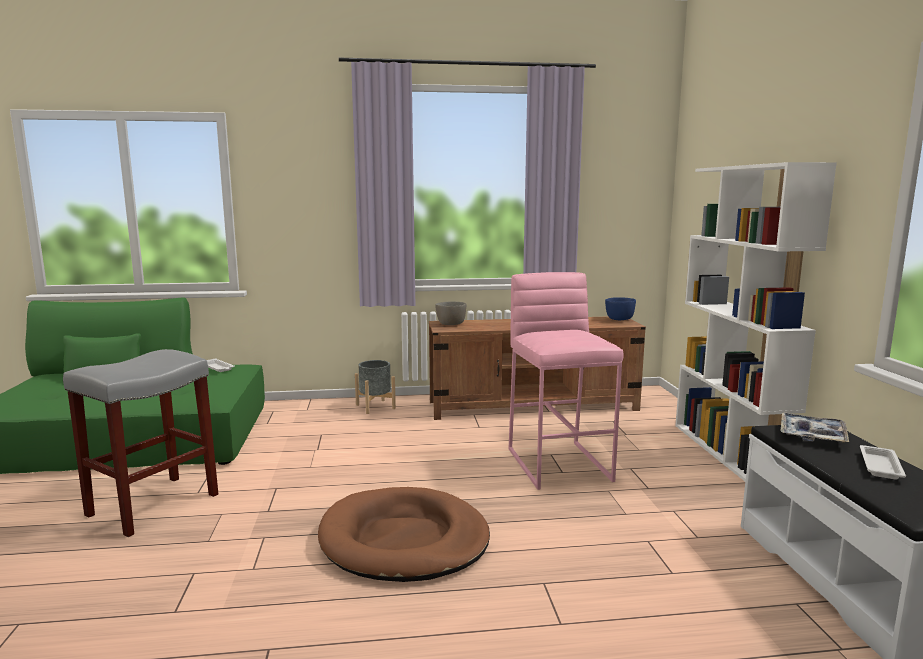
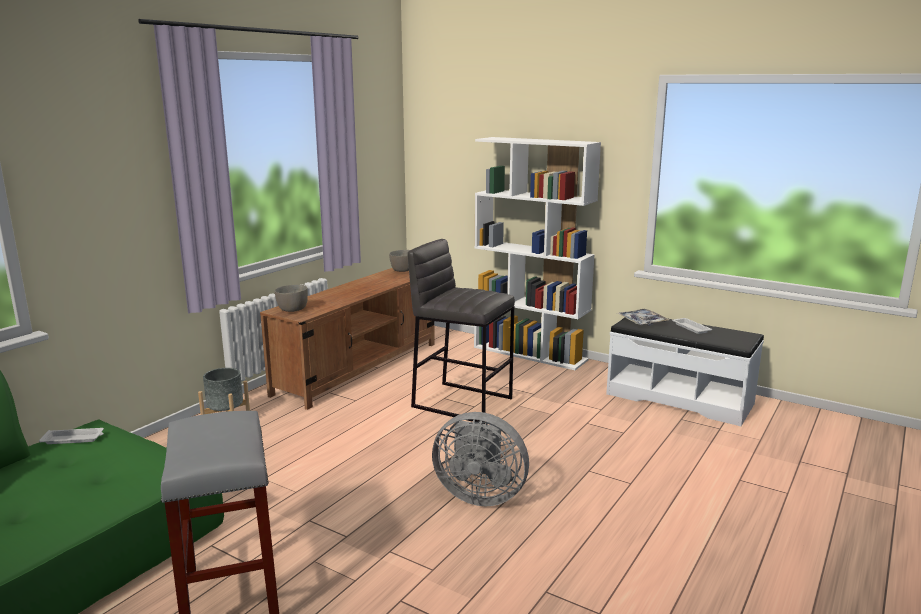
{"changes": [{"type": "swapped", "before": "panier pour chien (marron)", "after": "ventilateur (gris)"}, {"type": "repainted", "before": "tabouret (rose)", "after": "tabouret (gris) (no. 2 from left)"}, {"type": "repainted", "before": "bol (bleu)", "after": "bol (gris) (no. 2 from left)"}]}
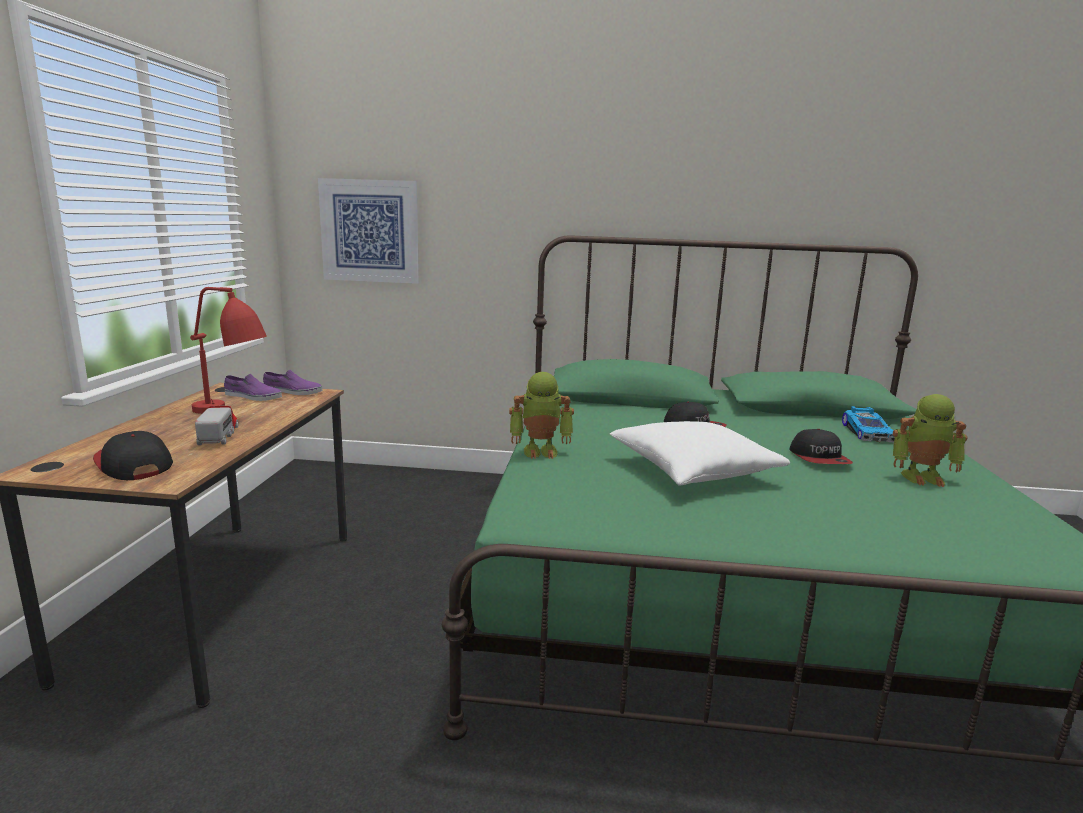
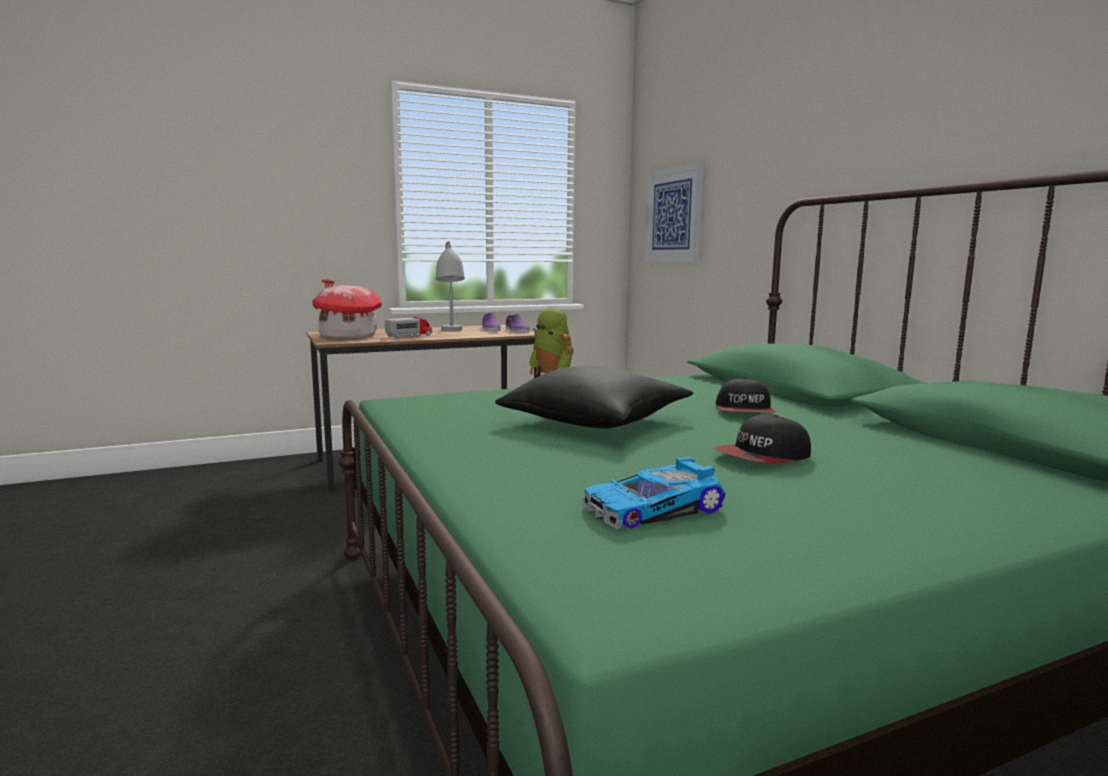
{"changes": [{"type": "gone", "before": "robot jouet (no. 2 from left)"}, {"type": "shifted", "before": "petite voiture"}, {"type": "swapped", "before": "casquette (no. 1 from left)", "after": "maison miniature"}, {"type": "repainted", "before": "lampe de table (rouge)", "after": "lampe de table (gris)"}, {"type": "repainted", "before": "coussin (blanc)", "after": "coussin (noir)"}]}
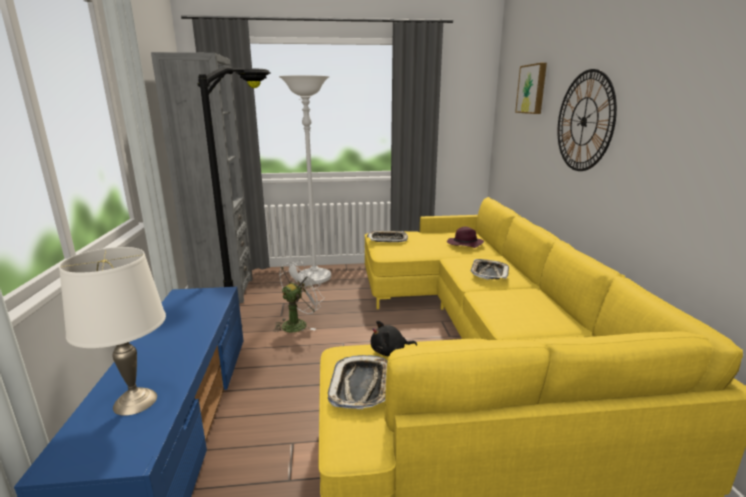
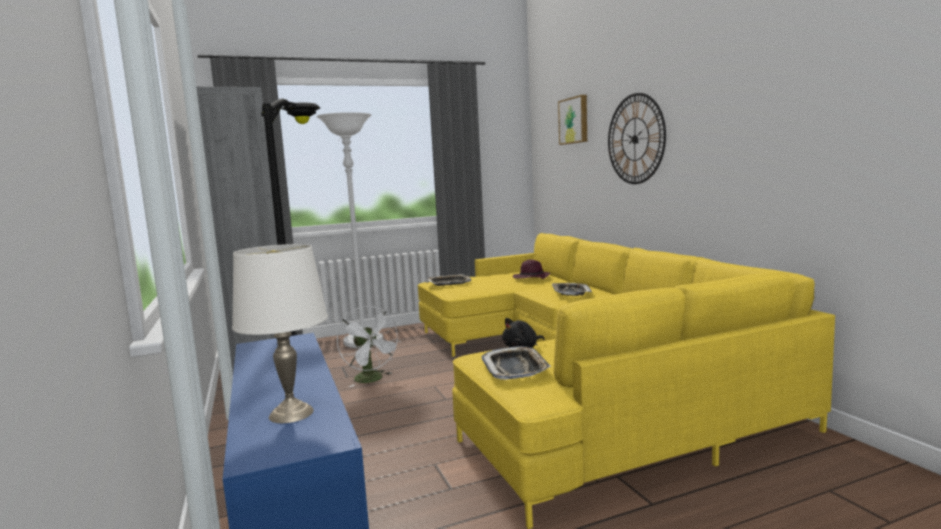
{"changes": [{"type": "rotated", "before": "ventilateur (blanc)", "turn": 120}]}
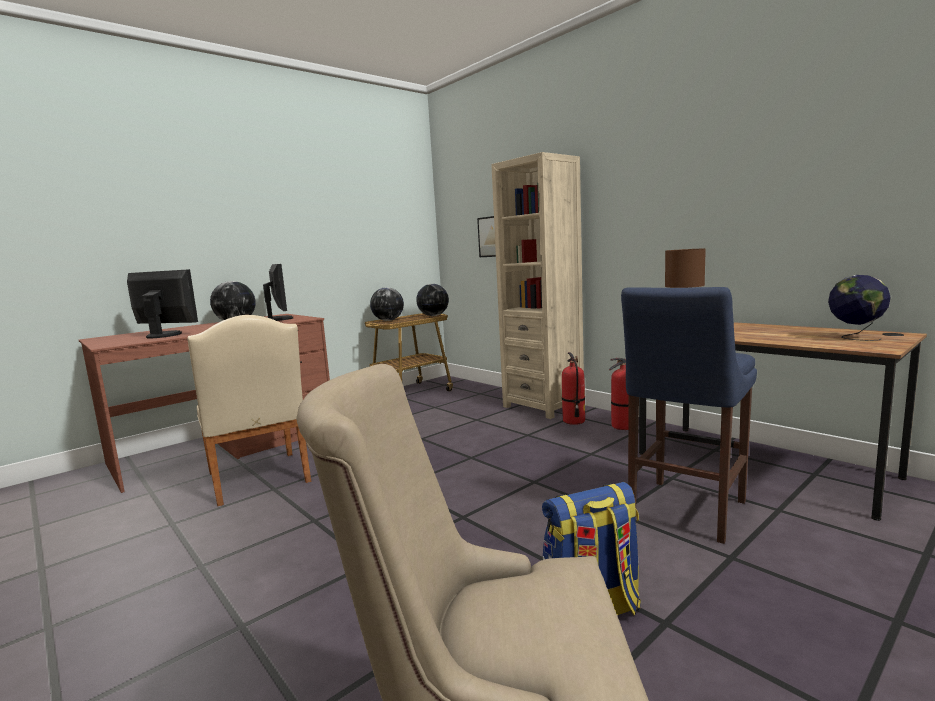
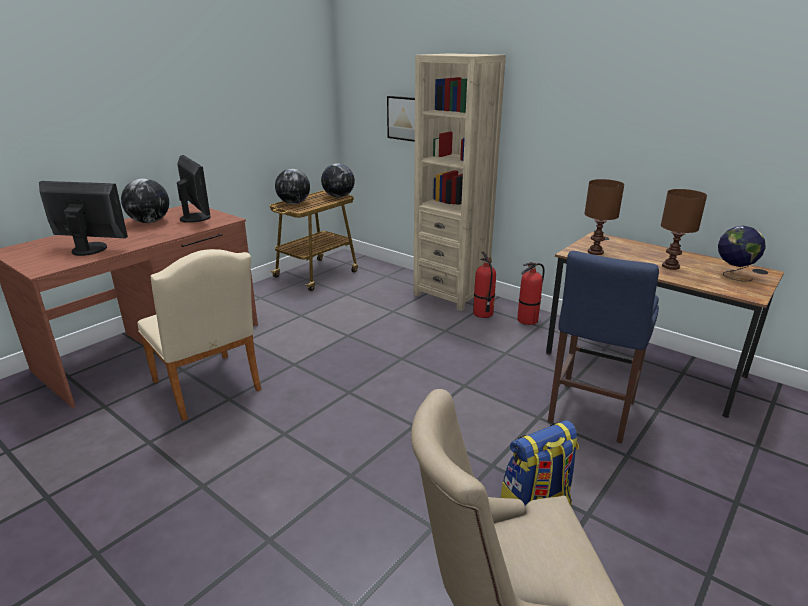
{"changes": [{"type": "new", "after": "lampe de table (marron) (no. 2 from left)"}]}
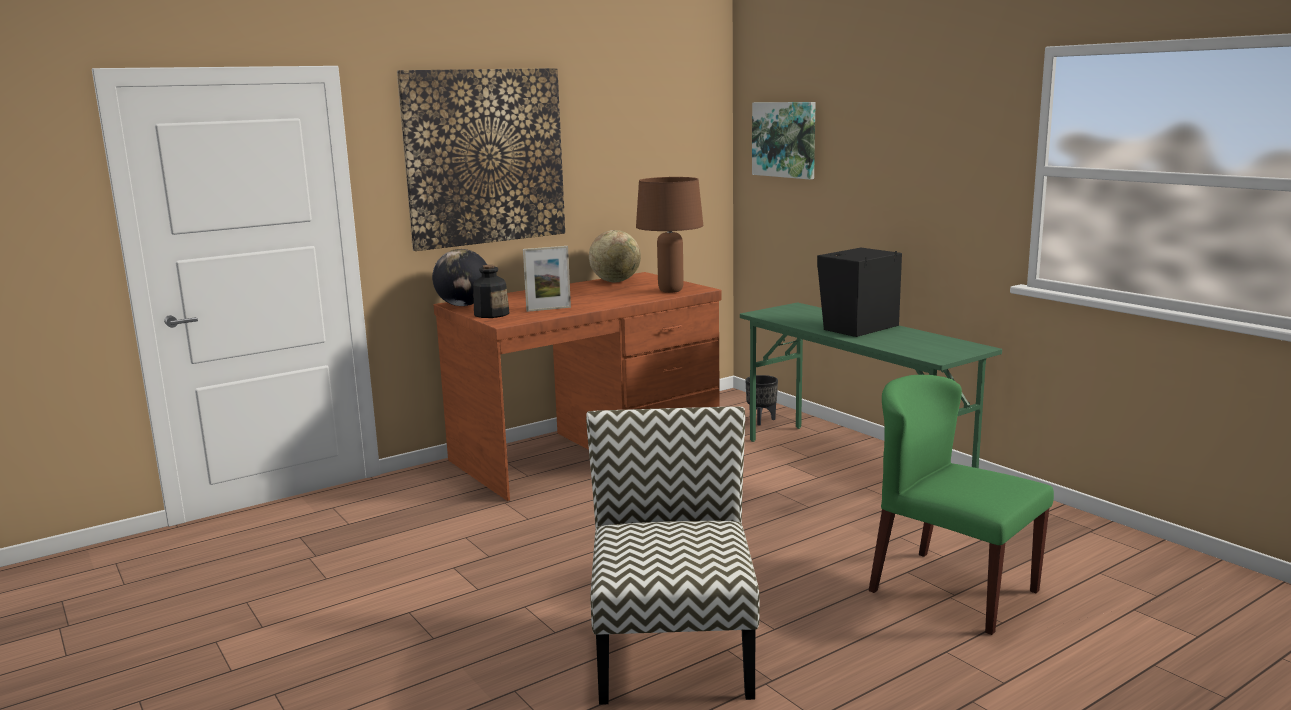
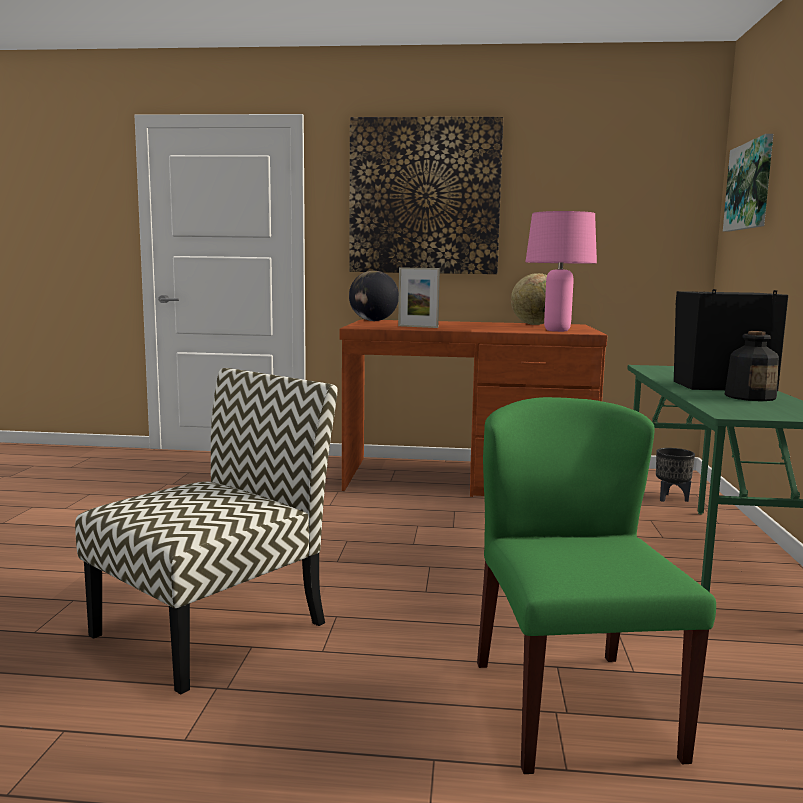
{"changes": [{"type": "shifted", "before": "bouteille"}, {"type": "repainted", "before": "lampe de table (marron)", "after": "lampe de table (rose)"}]}
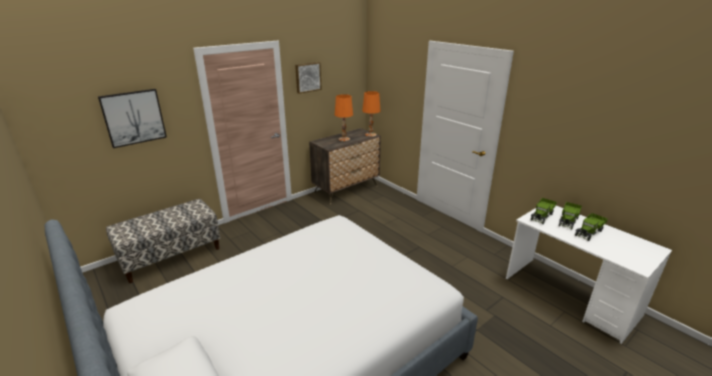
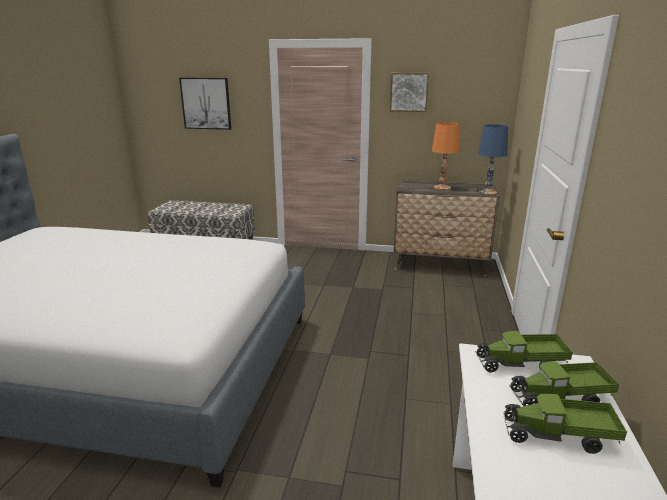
{"changes": [{"type": "repainted", "before": "lampe de table (orange) (no. 2 from left)", "after": "lampe de table (bleu)"}]}
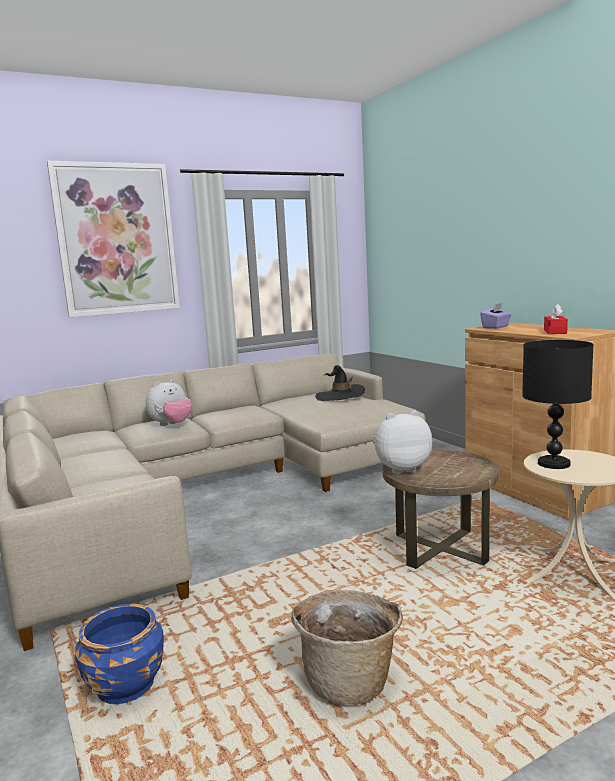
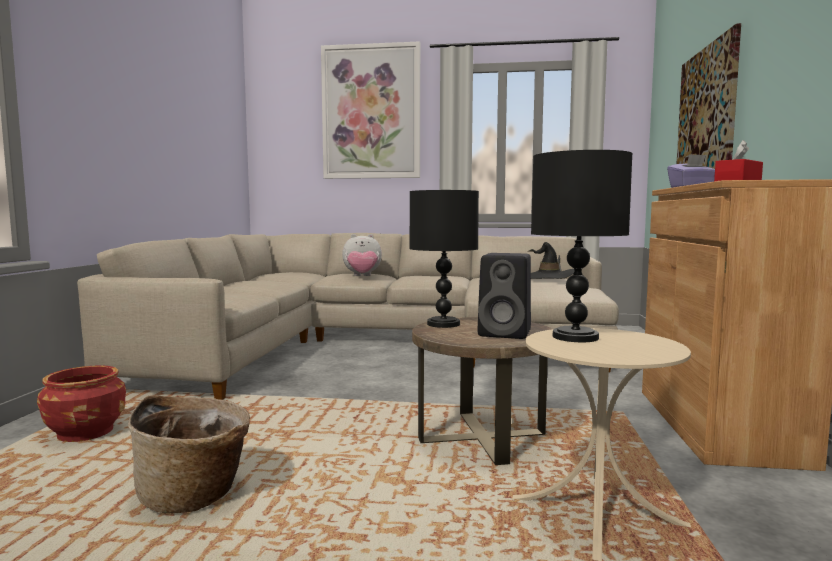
{"changes": [{"type": "new", "after": "enceinte (noir)"}, {"type": "new", "after": "tableau (no. 2 from left)"}, {"type": "swapped", "before": "peluche (no. 2 from left)", "after": "lampe de table (noir) (no. 1 from left)"}, {"type": "repainted", "before": "cache-pot (bleu)", "after": "cache-pot (rouge)"}]}
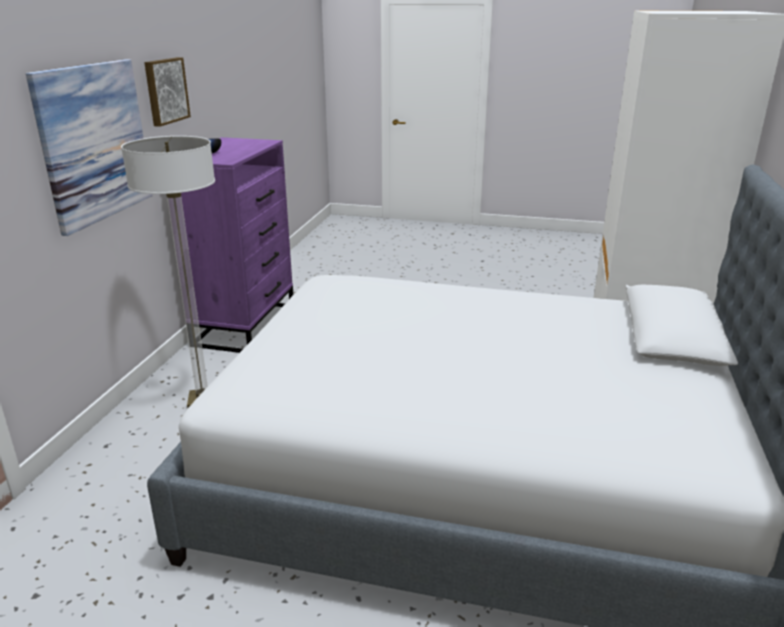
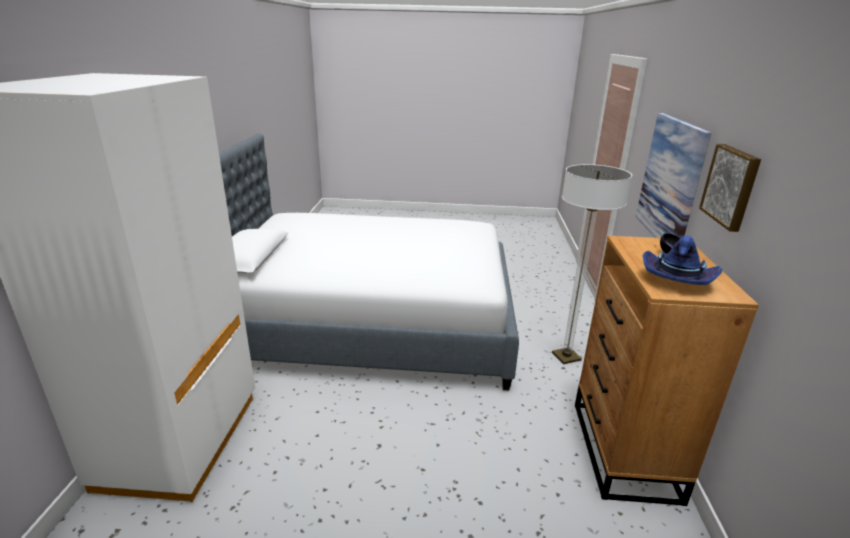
{"changes": [{"type": "new", "after": "chapeau (bleu)"}, {"type": "repainted", "before": "commode (violet)", "after": "commode (marron)"}]}
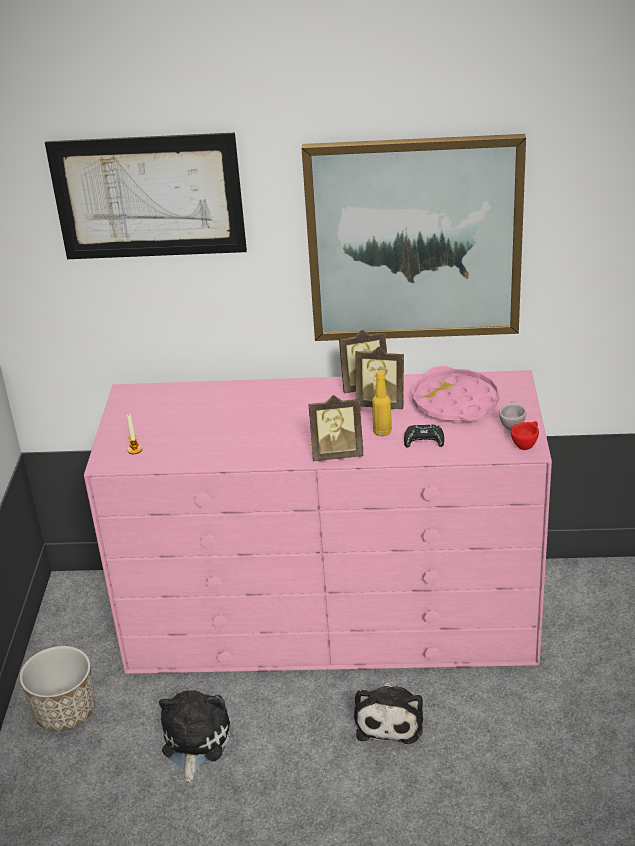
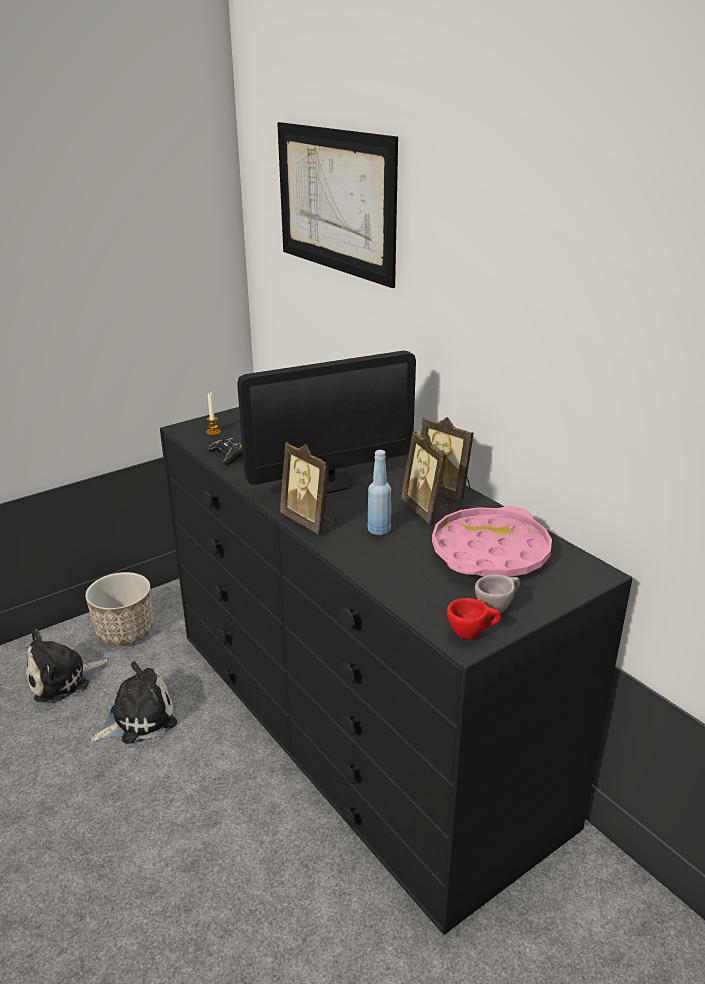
{"changes": [{"type": "gone", "before": "tableau (no. 2 from left)"}, {"type": "new", "after": "écran d'ordinateur"}, {"type": "shifted", "before": "peluche (no. 2 from left in the first image)", "after": "peluche (no. 1 from left)"}, {"type": "shifted", "before": "manette (noir)"}, {"type": "repainted", "before": "commode (rose)", "after": "commode (noir)"}, {"type": "repainted", "before": "bouteille (jaune)", "after": "bouteille (bleu)"}]}
